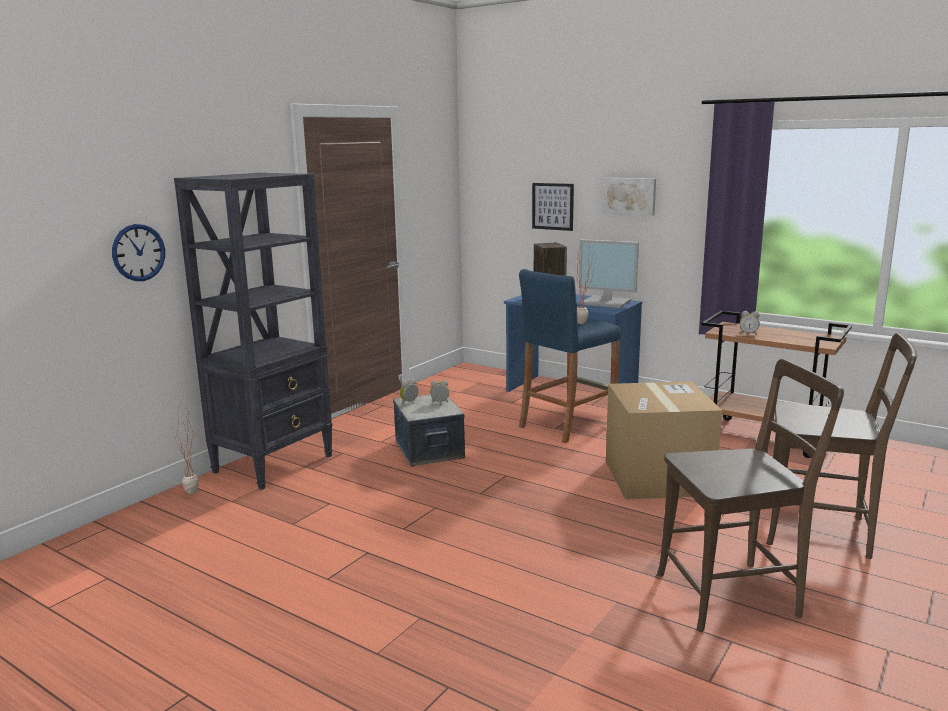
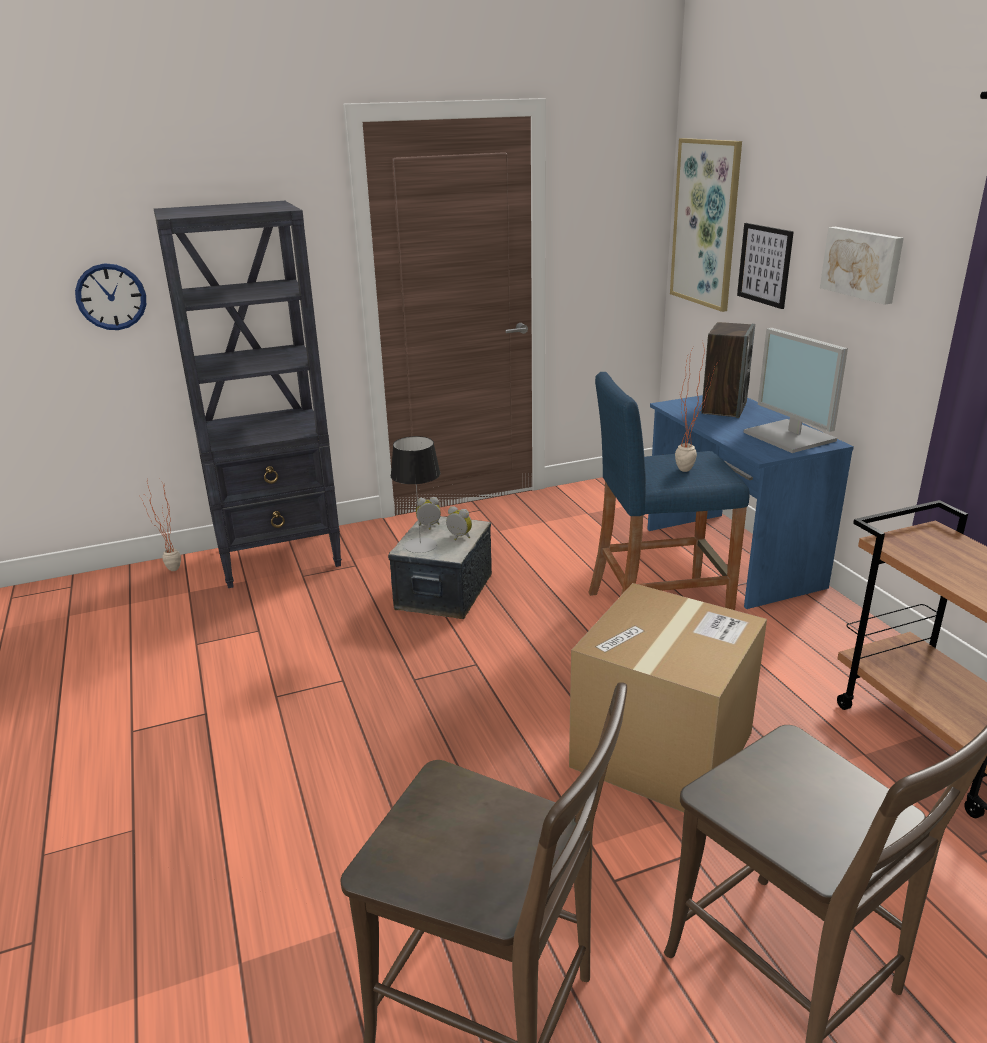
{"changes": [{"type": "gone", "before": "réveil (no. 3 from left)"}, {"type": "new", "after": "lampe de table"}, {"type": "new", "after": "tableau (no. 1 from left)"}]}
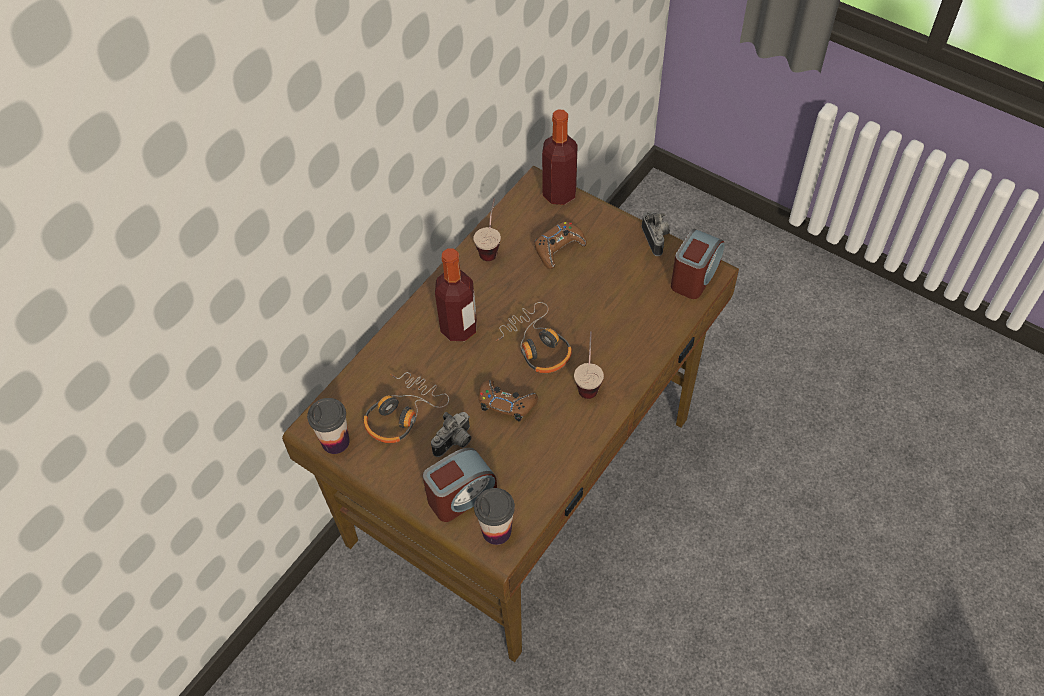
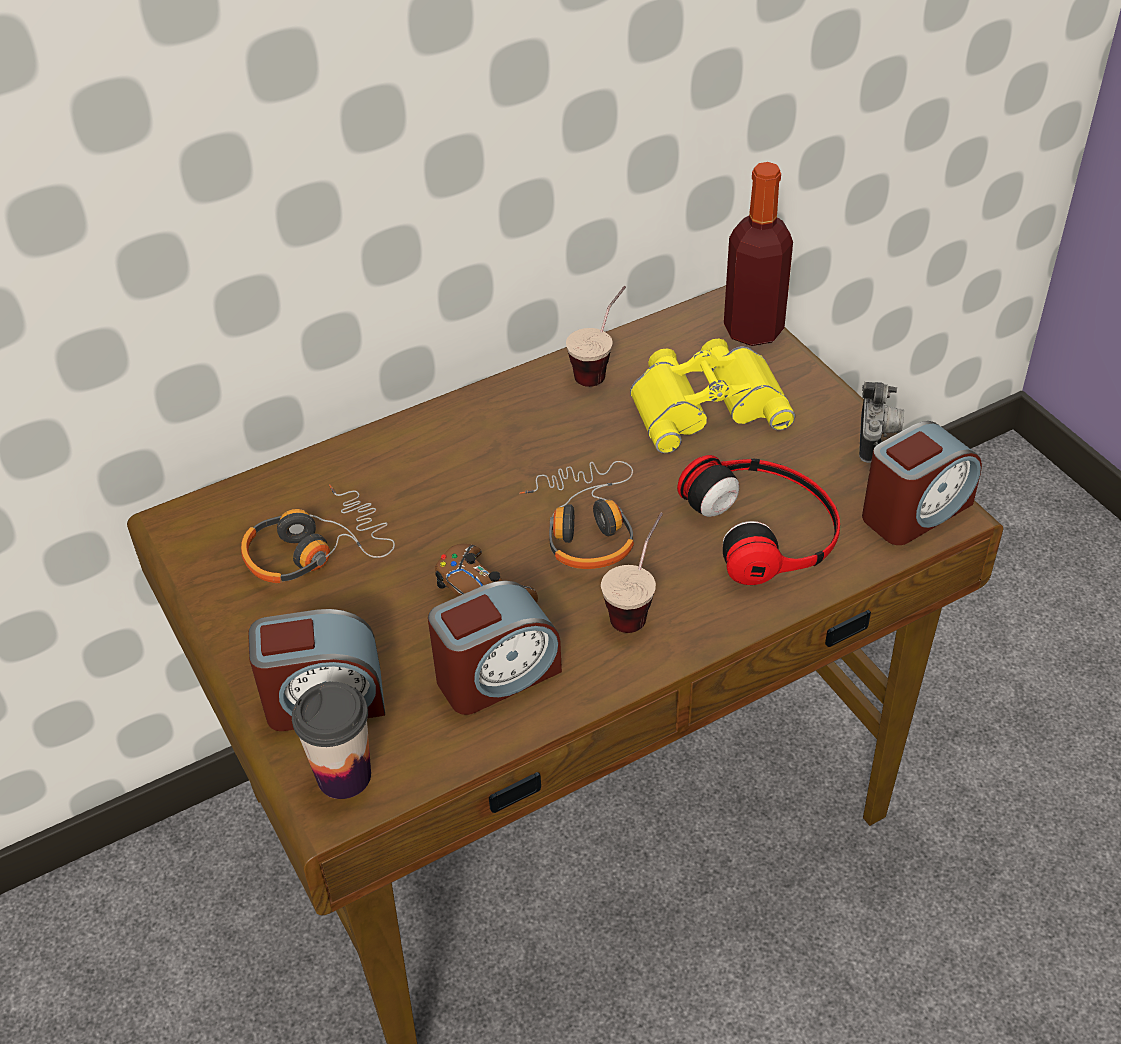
{"changes": [{"type": "gone", "before": "tasse (no. 1 from left)"}, {"type": "gone", "before": "appareil photo (no. 1 from left)"}, {"type": "gone", "before": "bouteille (no. 1 from left)"}, {"type": "new", "after": "réveil (no. 2 from left)"}, {"type": "new", "after": "casque audio (no. 3 from left)"}, {"type": "swapped", "before": "manette (marron) (no. 2 from left)", "after": "jumelles (jaune)"}]}
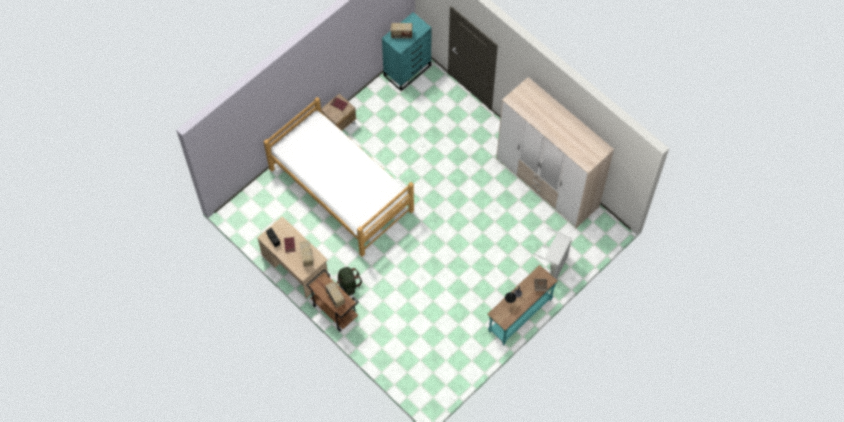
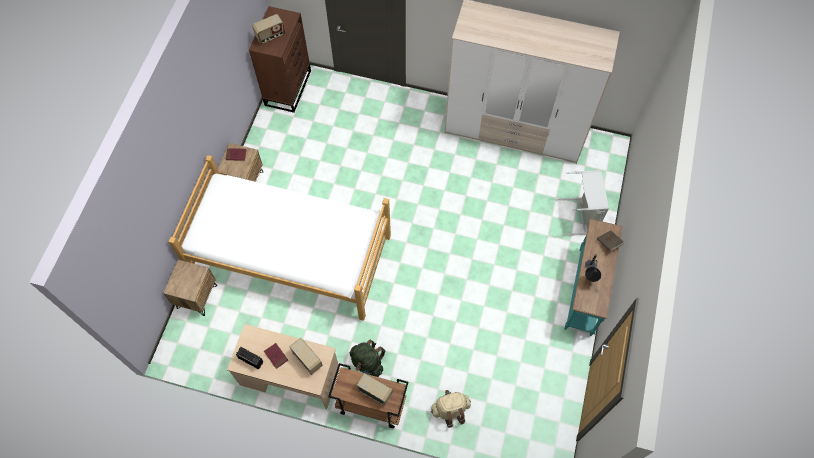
{"changes": [{"type": "new", "after": "table de chevet (marron) (no. 1 from left)"}, {"type": "new", "after": "sac à dos (beige)"}, {"type": "repainted", "before": "commode (turquoise)", "after": "commode (marron)"}]}
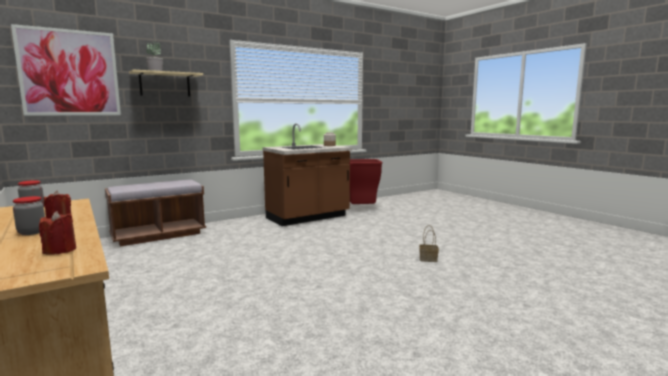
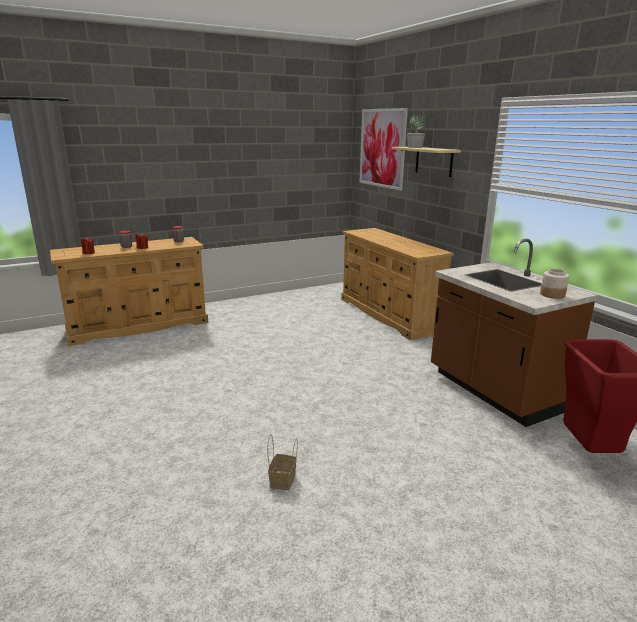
{"changes": [{"type": "swapped", "before": "banc (marron)", "after": "commode (beige) (no. 2 from left)"}]}
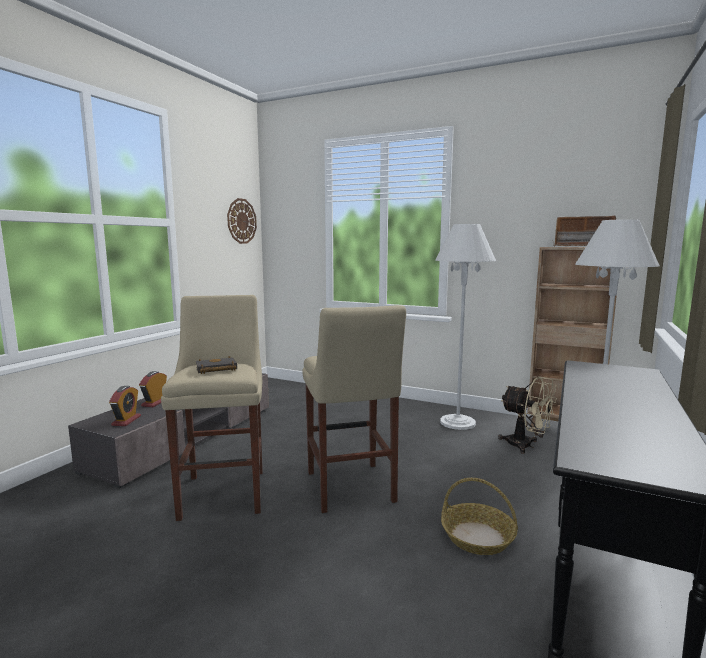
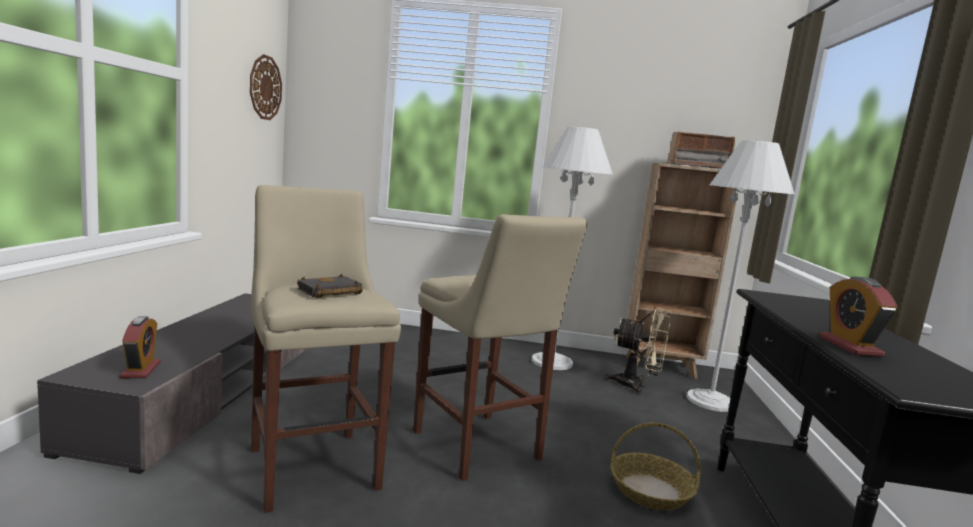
{"changes": [{"type": "shifted", "before": "réveil (no. 2 from left)"}]}
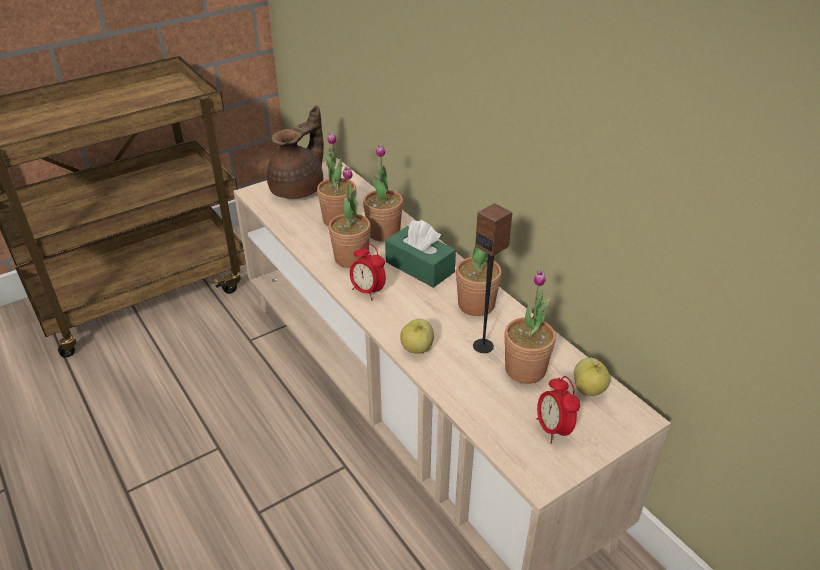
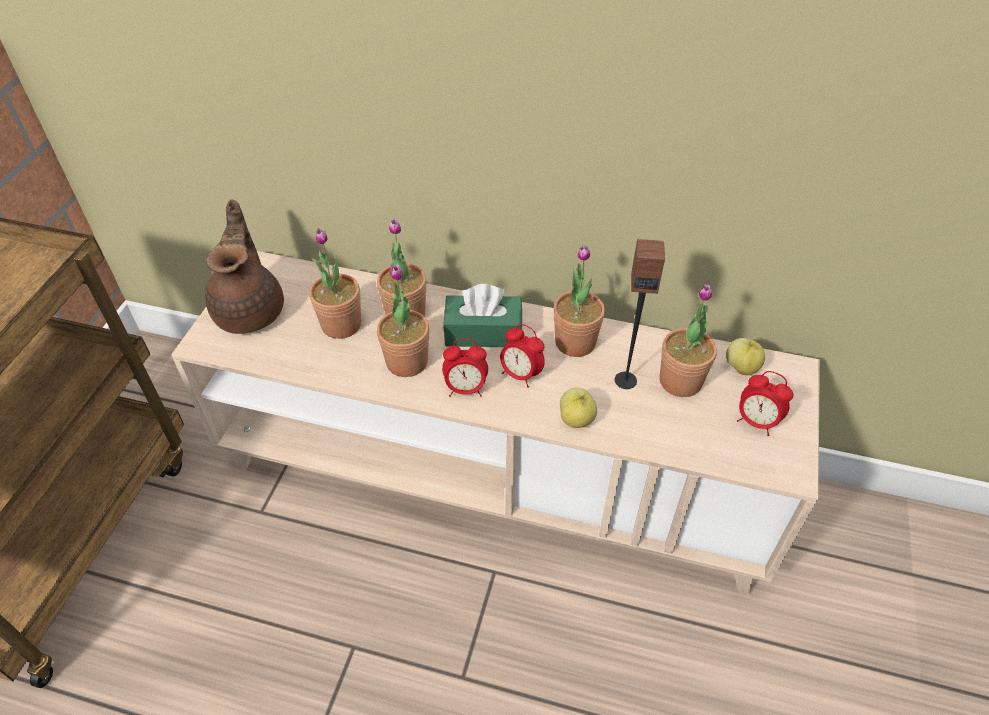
{"changes": [{"type": "new", "after": "réveil (no. 2 from left)"}]}
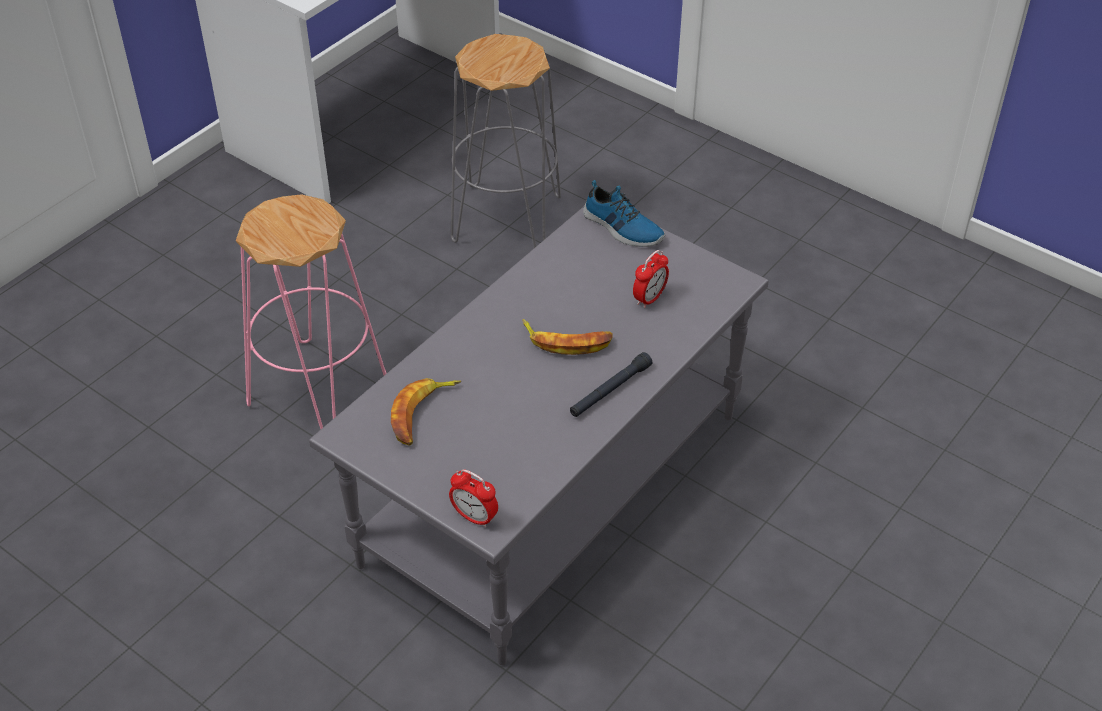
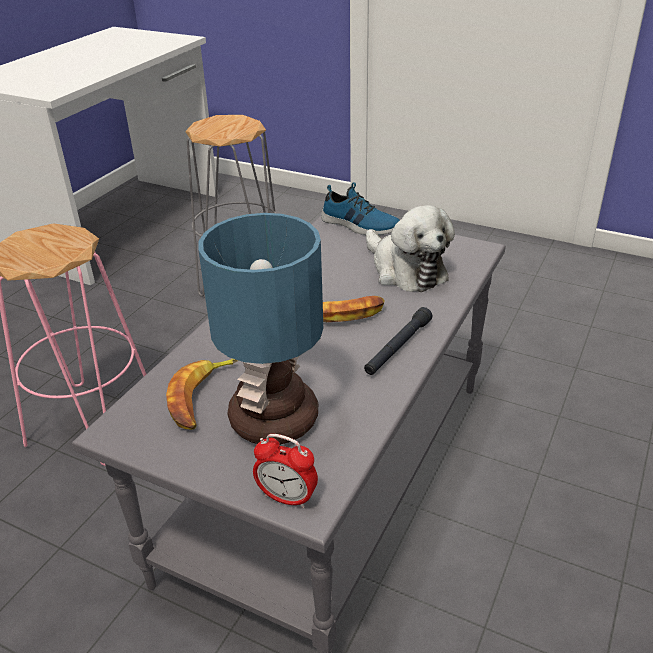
{"changes": [{"type": "new", "after": "lampe de table"}, {"type": "swapped", "before": "réveil (no. 2 from left)", "after": "peluche"}]}
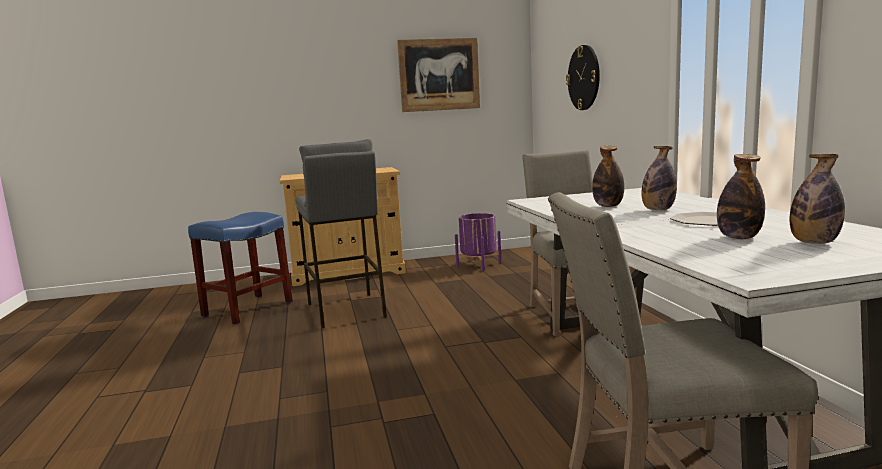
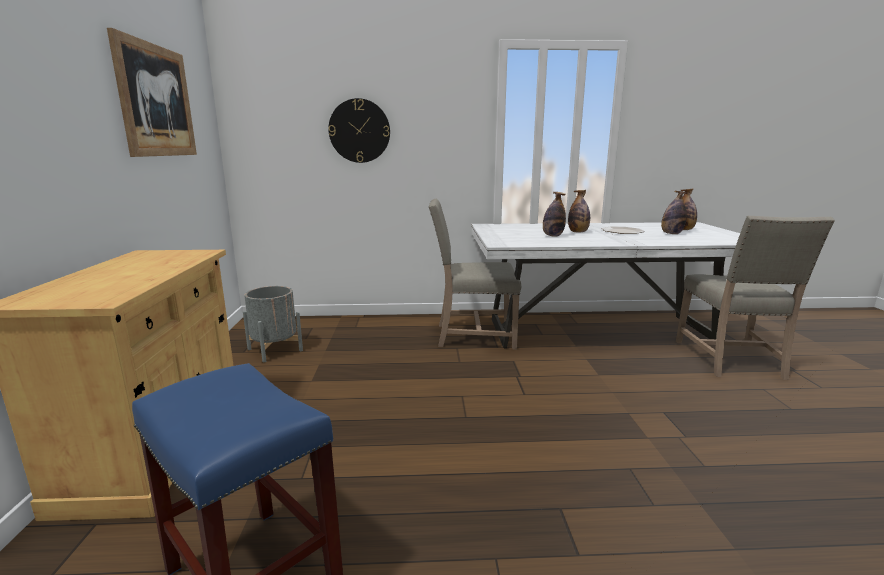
{"changes": [{"type": "gone", "before": "tabouret (gris)"}, {"type": "repainted", "before": "cache-pot (violet)", "after": "cache-pot (gris)"}]}
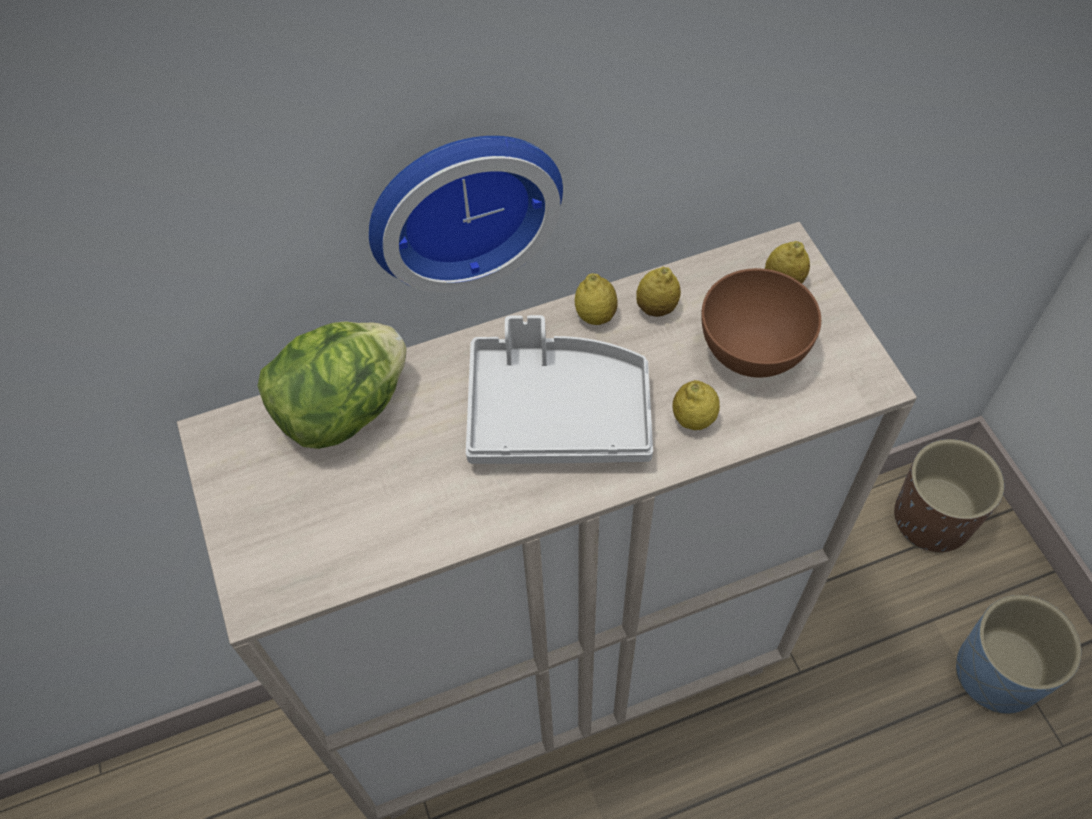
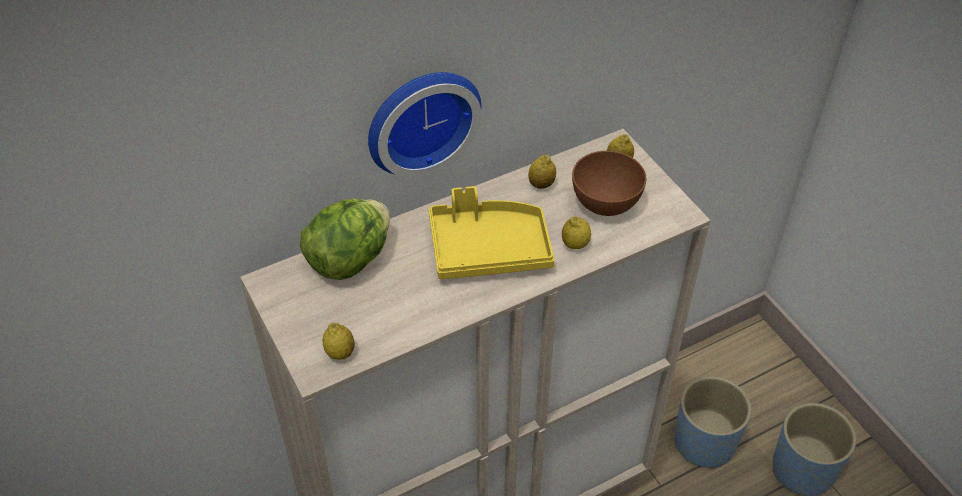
{"changes": [{"type": "gone", "before": "cache-pot (marron)"}, {"type": "new", "after": "cache-pot (bleu) (no. 1 from left)"}, {"type": "shifted", "before": "citron (no. 1 from left)"}, {"type": "repainted", "before": "plateau (gris)", "after": "plateau (jaune)"}]}
